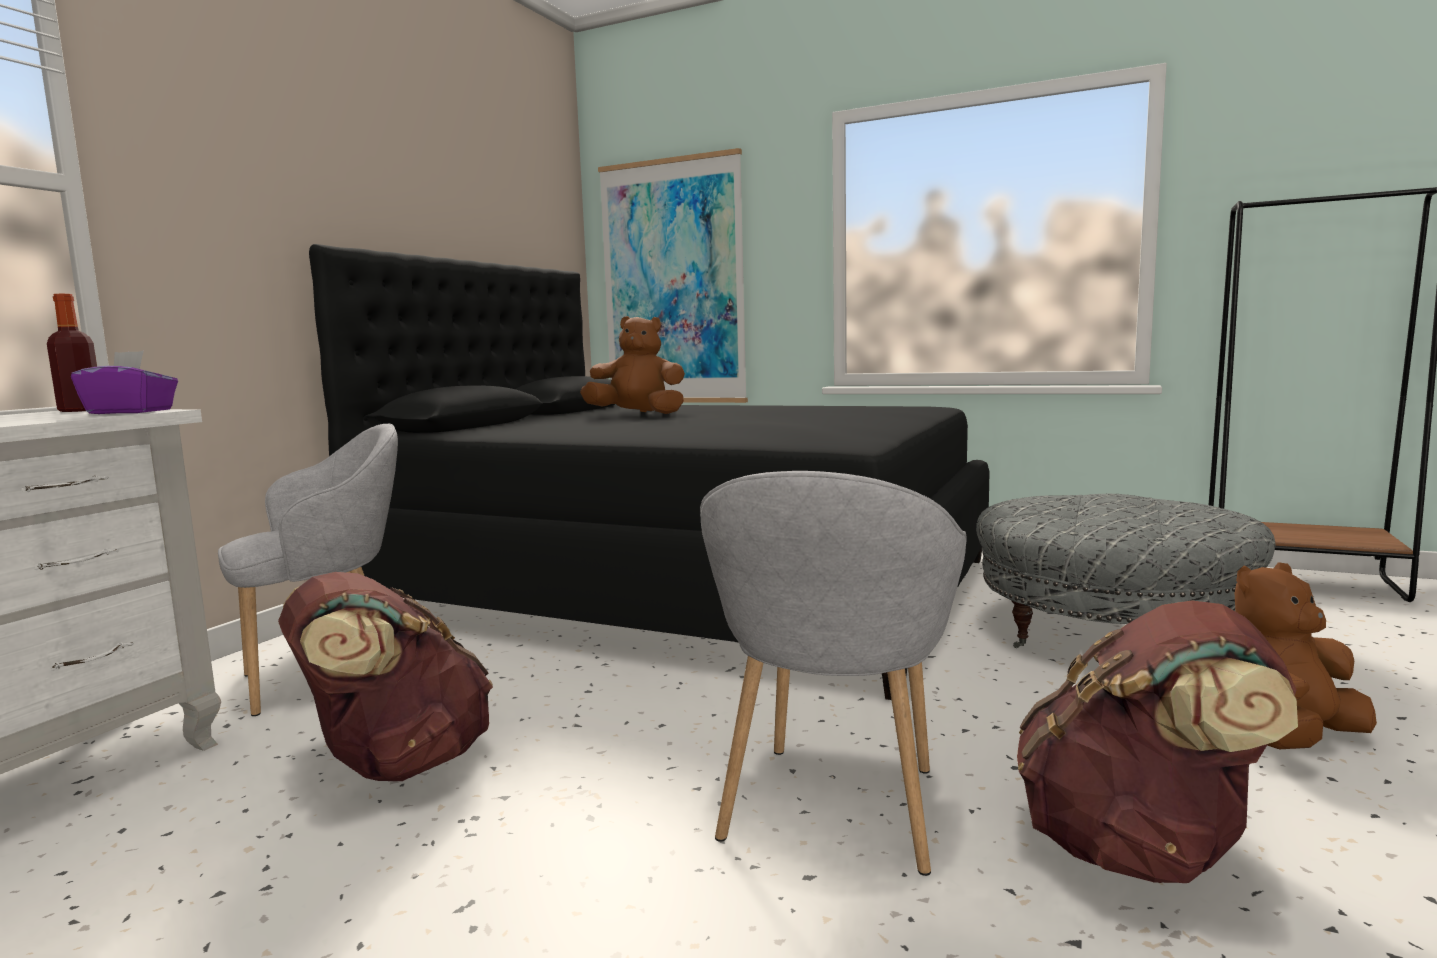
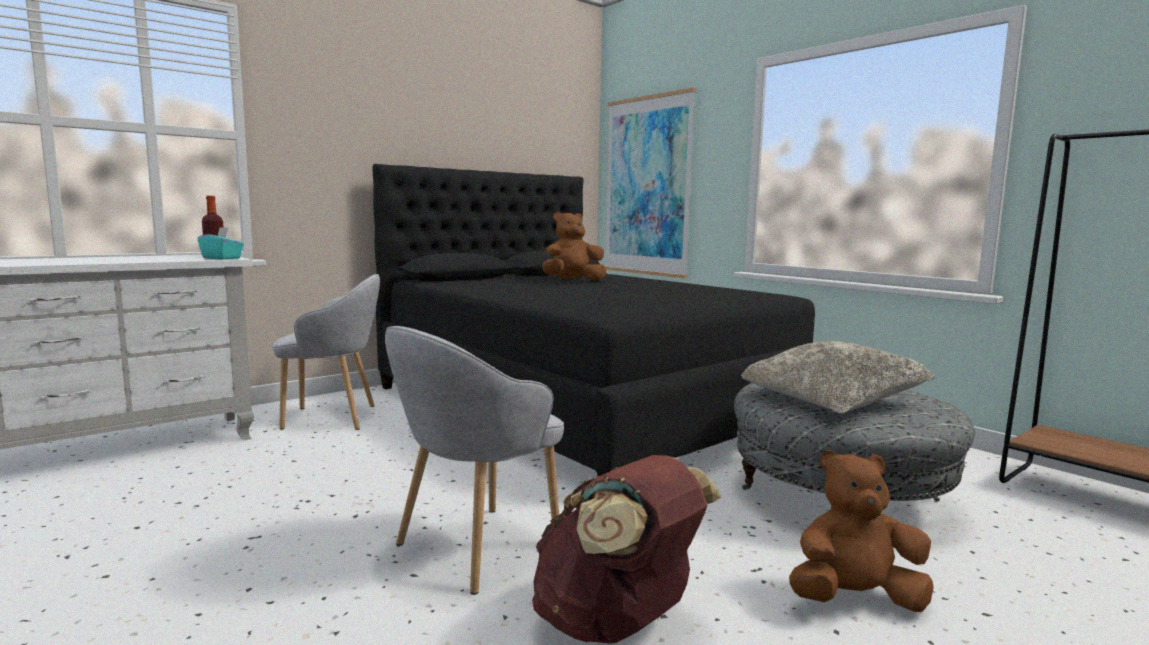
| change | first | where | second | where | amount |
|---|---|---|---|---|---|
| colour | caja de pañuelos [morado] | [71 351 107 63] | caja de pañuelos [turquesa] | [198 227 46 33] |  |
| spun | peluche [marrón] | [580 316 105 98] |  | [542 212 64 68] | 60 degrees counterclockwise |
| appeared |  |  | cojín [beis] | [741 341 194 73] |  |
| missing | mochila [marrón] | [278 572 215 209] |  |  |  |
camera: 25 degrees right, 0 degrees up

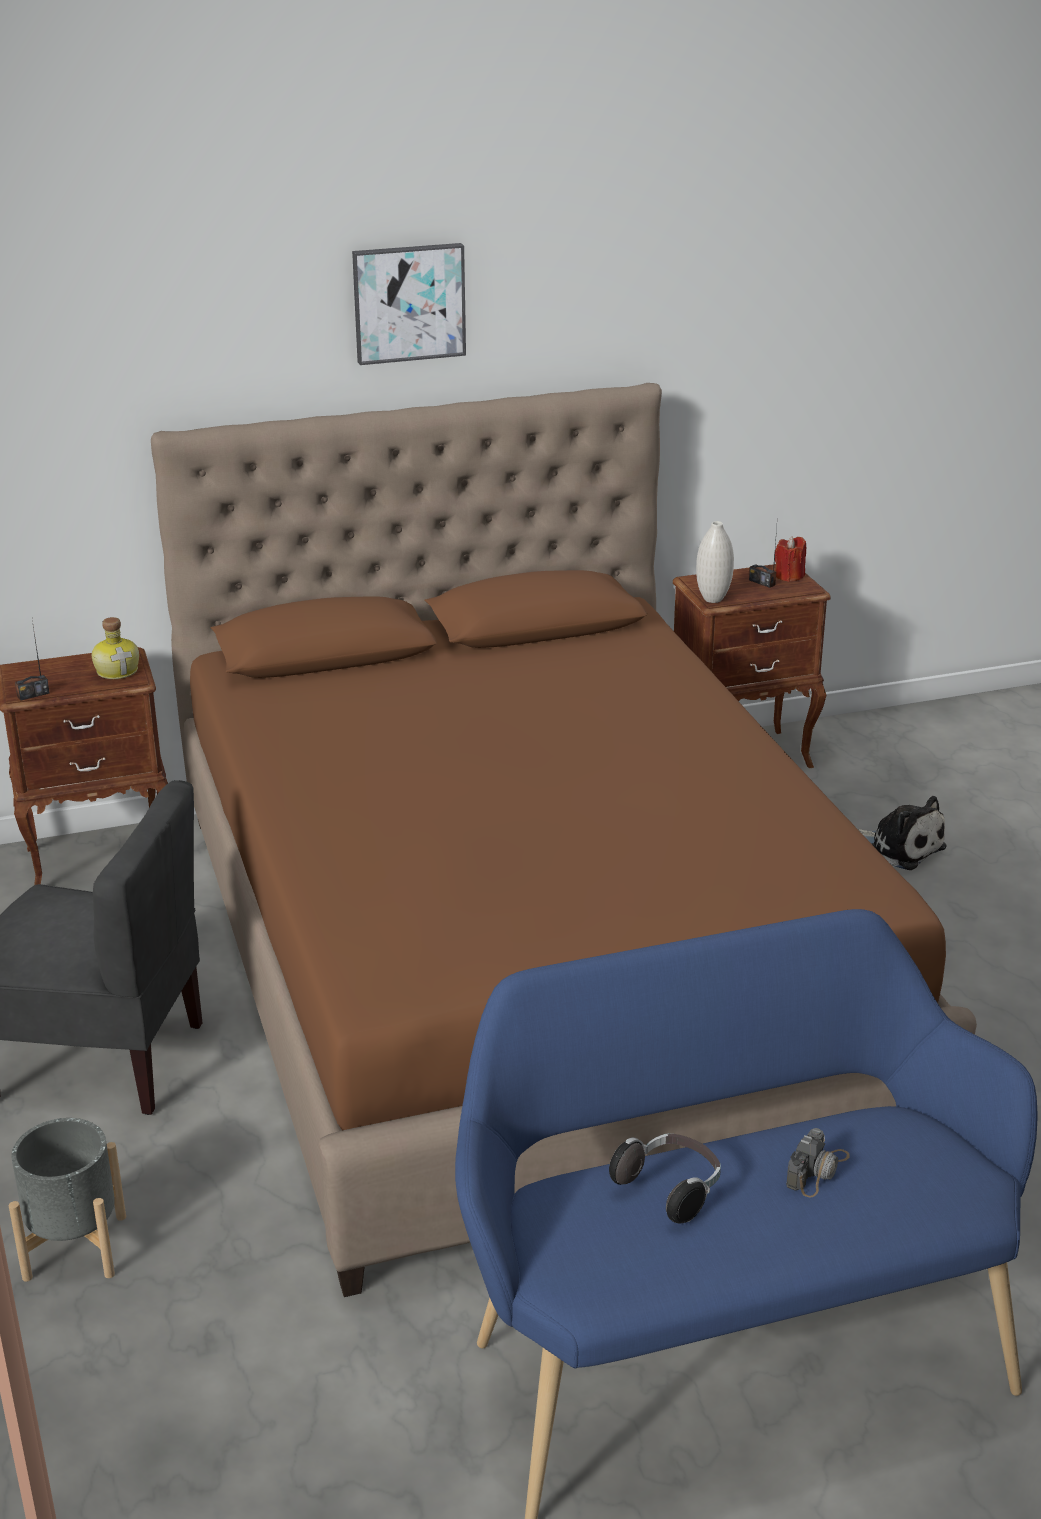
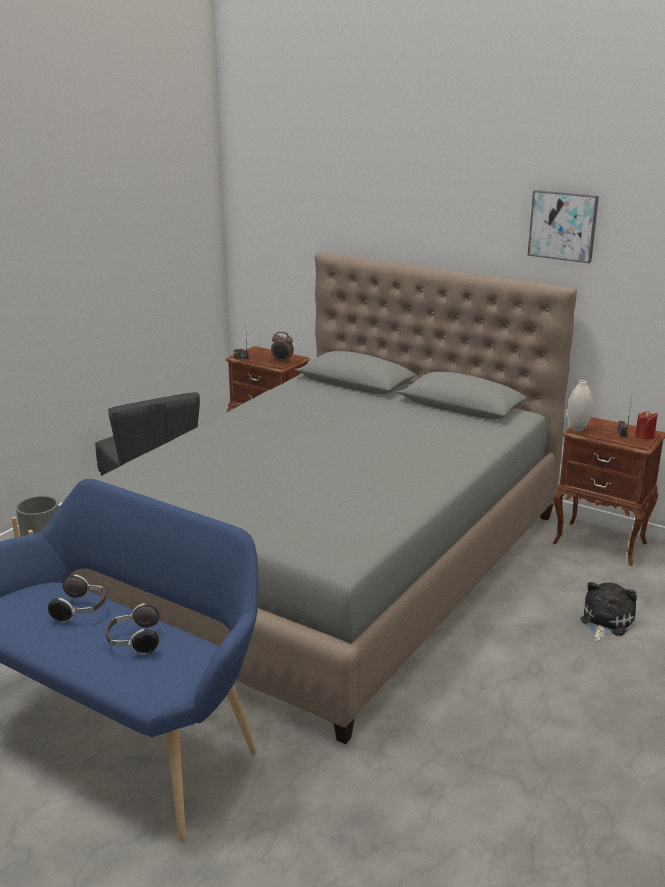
| change | first | where | second | where | amount |
|---|---|---|---|---|---|
| colour | cama [marrón] | [151 383 826 914] | cama [gris] | [69 252 508 492] |  |
| exchanged | cámara | [786 1128 63 69] | auriculares | [105 603 54 52] |  |
| exchanged | botella | [92 617 47 62] | despertador | [271 332 23 31] |  |
| relocated | cuadro | [352 243 114 122] |  | [528 190 71 73] |  |
| spun | peluche | [858 796 89 74] |  | [581 582 56 60] | 150 degrees counterclockwise |
camera: 50 degrees right, 5 degrees down

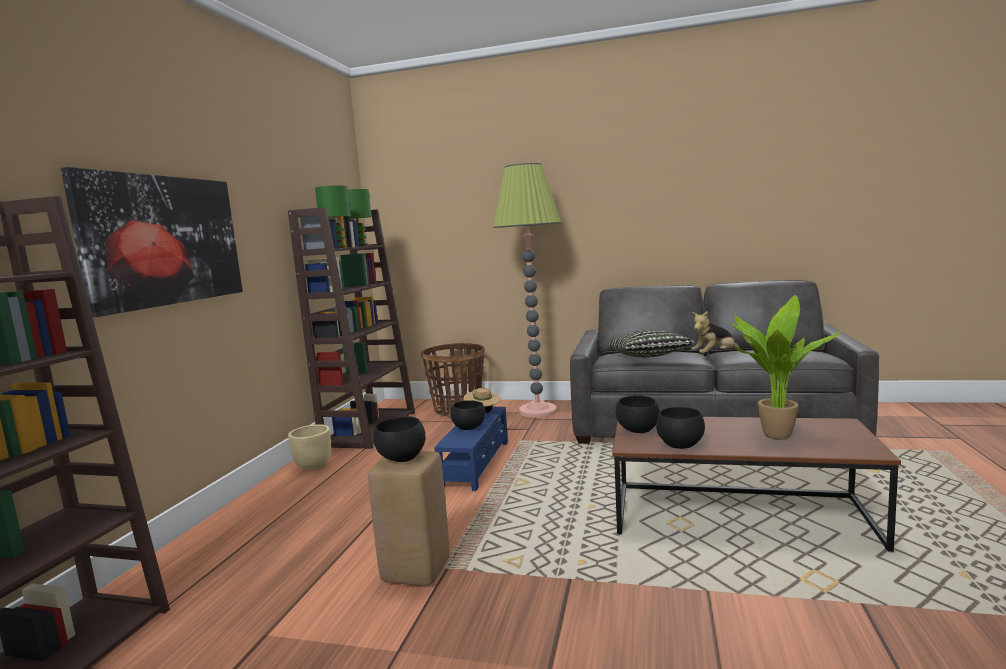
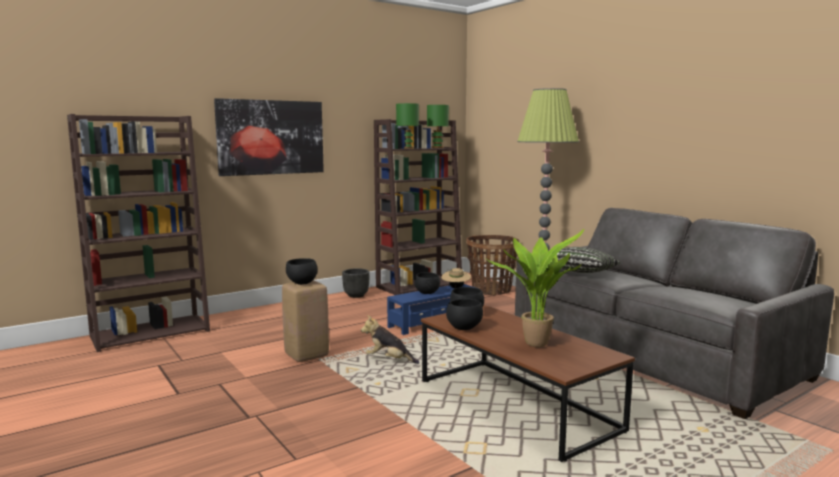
| change | first | where | second | where | amount |
|---|---|---|---|---|---|
| colour | maceta [beis] | [288 424 43 46] | maceta [negro] | [342 268 28 30] |  |
| relocated | peluche | [691 311 49 42] |  | [361 315 59 49] |  |
camera: 40 degrees right, 0 degrees up

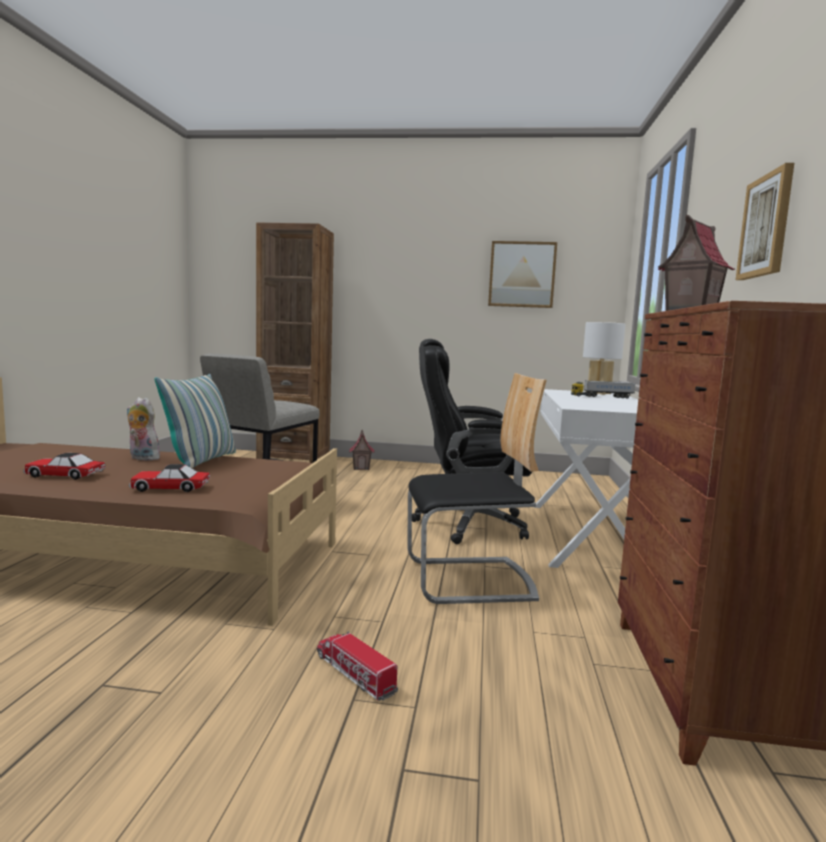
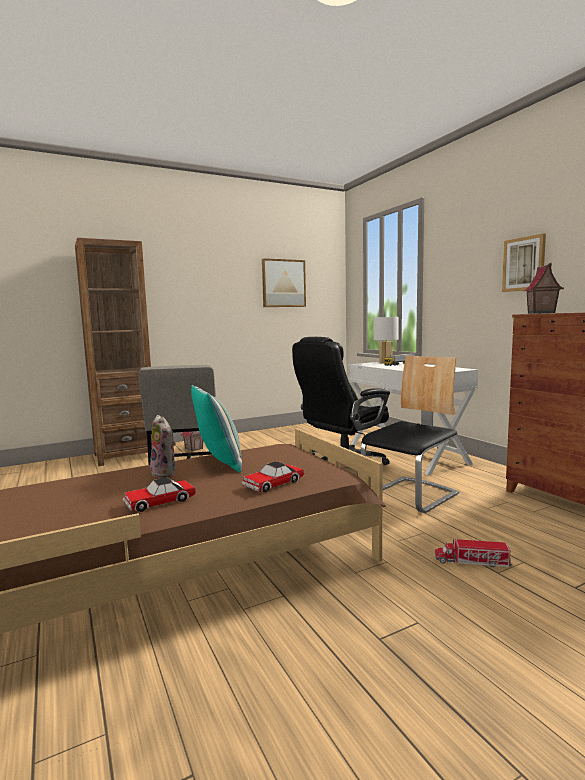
| change | first | where | second | where | amount |
|---|---|---|---|---|---|
| spun | peluche | [127 397 34 64] |  | [150 415 26 63] | 120 degrees counterclockwise |
camera: 35 degrees left, 0 degrees up

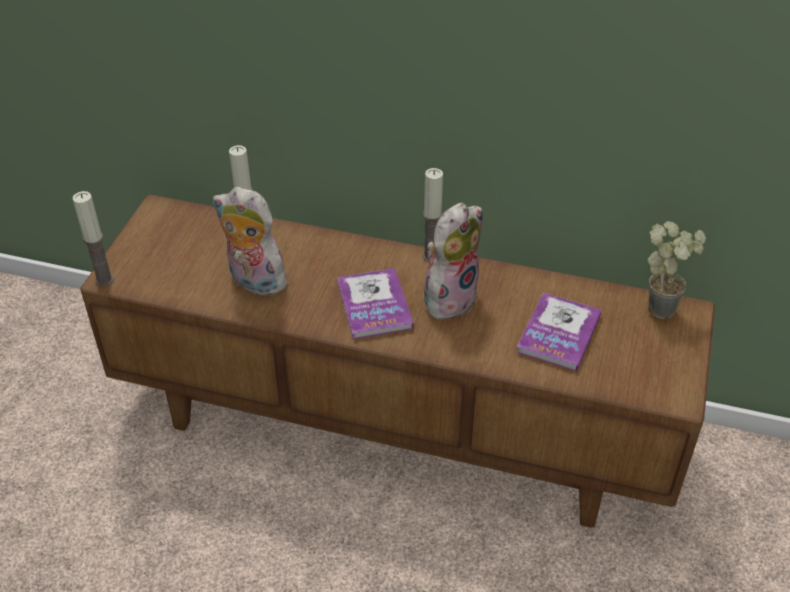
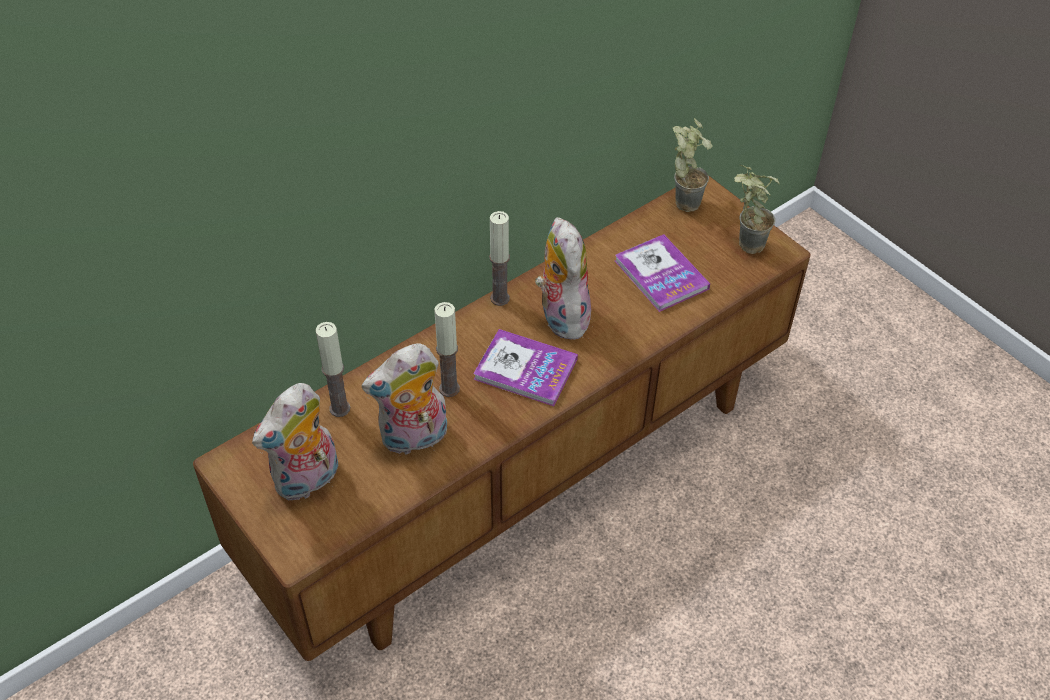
| change | first | where | second | where | amount |
|---|---|---|---|---|---|
| appeared |  |  | peluche | [252 383 87 119] |  |
| relocated | vela | [73 191 41 95] |  | [434 302 26 95] |  |
| appeared |  |  | planta en maceta | [734 164 45 90] |  |
camera: 55 degrees left, 5 degrees up

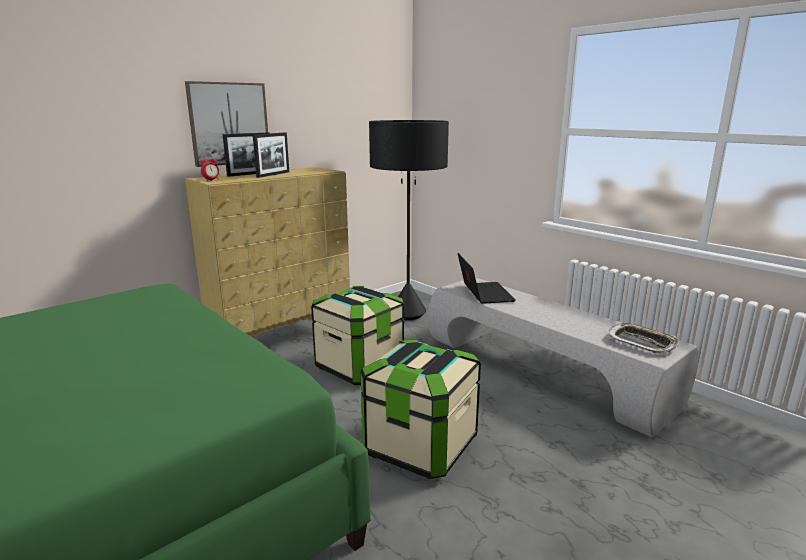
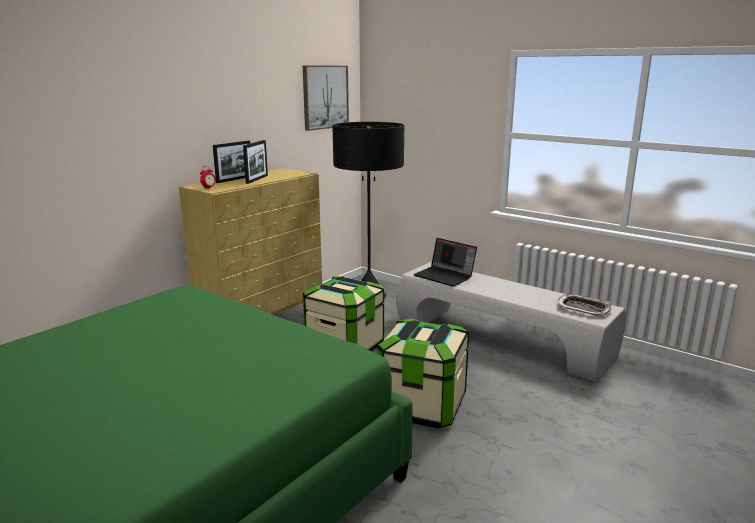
| change | first | where | second | where | amount |
|---|---|---|---|---|---|
| relocated | cuadro | [185 81 83 86] |  | [303 66 46 65] |  |
| spun | portátil | [457 253 59 51] |  | [414 238 63 49] | 150 degrees clockwise |
camera: 10 degrees left, 0 degrees up

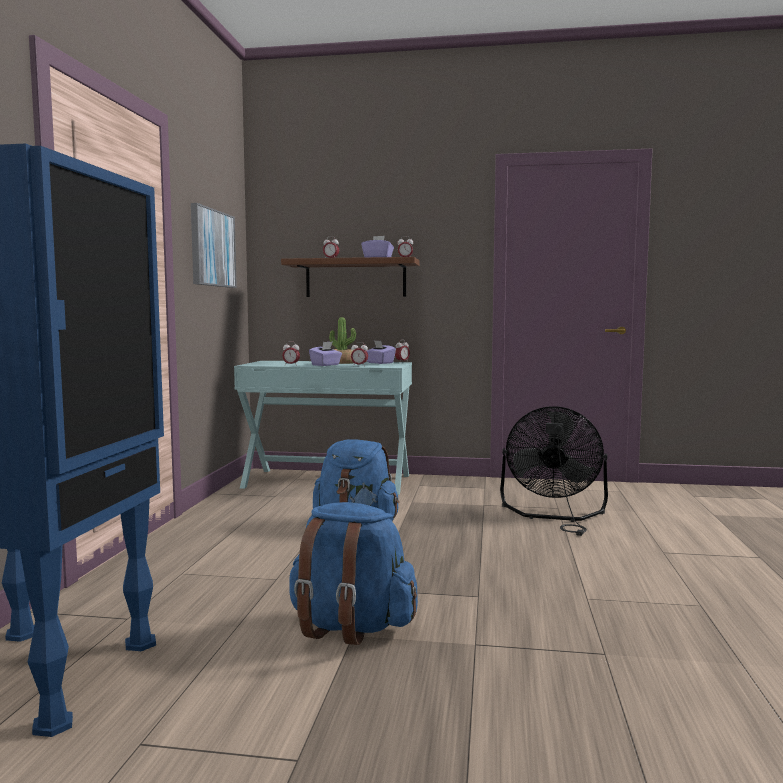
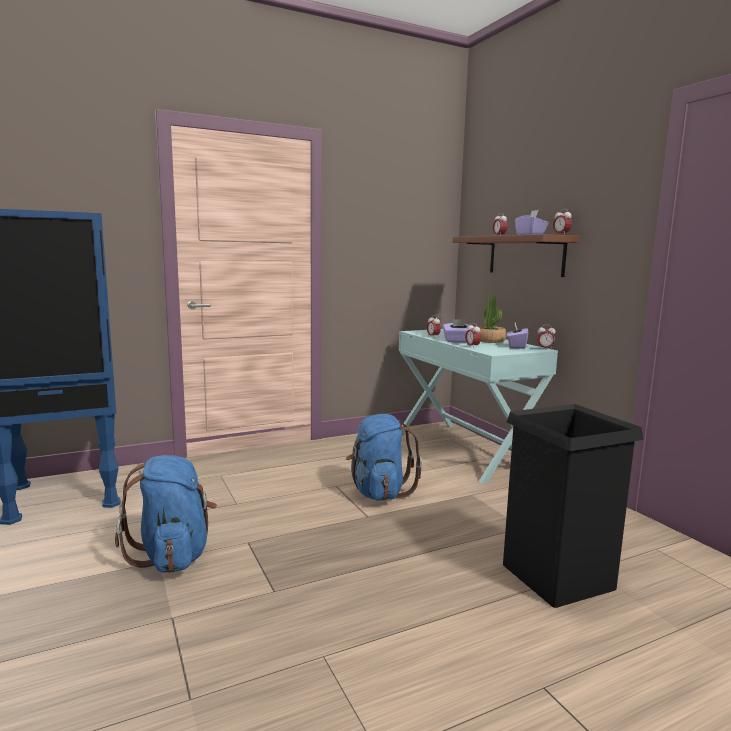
| change | first | where | second | where | amount |
|---|---|---|---|---|---|
| exchanged | ventilador [negro] | [500 406 108 130] | papelera [negro] | [503 404 140 204] |  |
| missing | cuadro | [191 203 46 85] |  |  |  |
camera: 55 degrees right, 5 degrees up

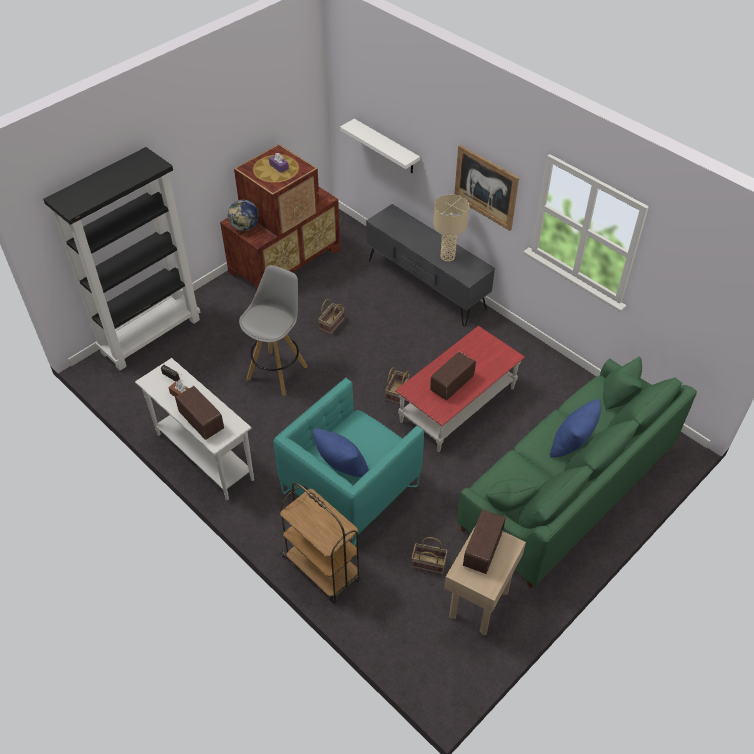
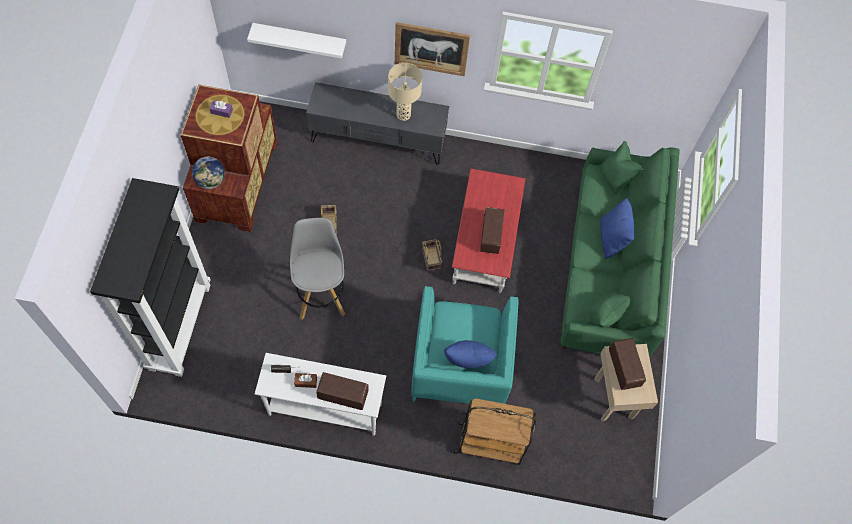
| change | first | where | second | where | amount |
|---|---|---|---|---|---|
| missing | cesta | [412 537 35 37] |  |  |  |
camera: 40 degrees left, 15 degrees up

